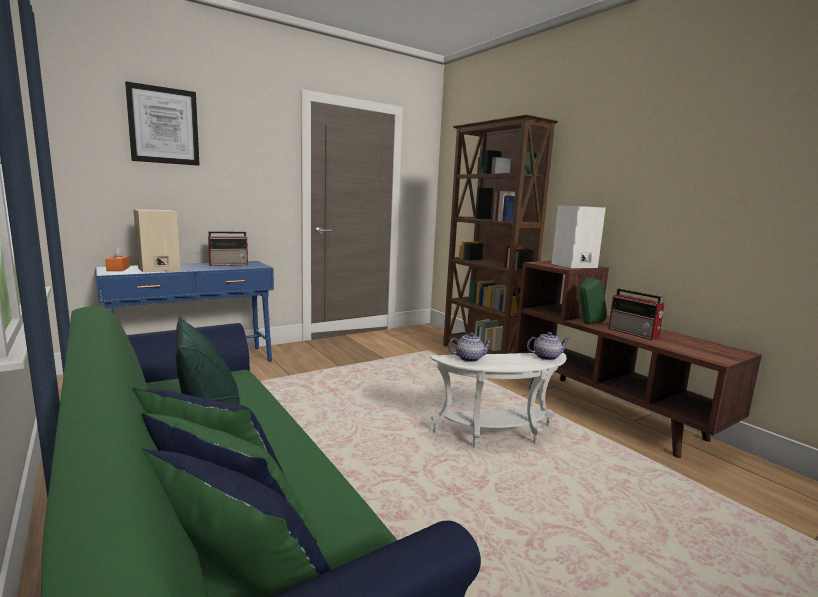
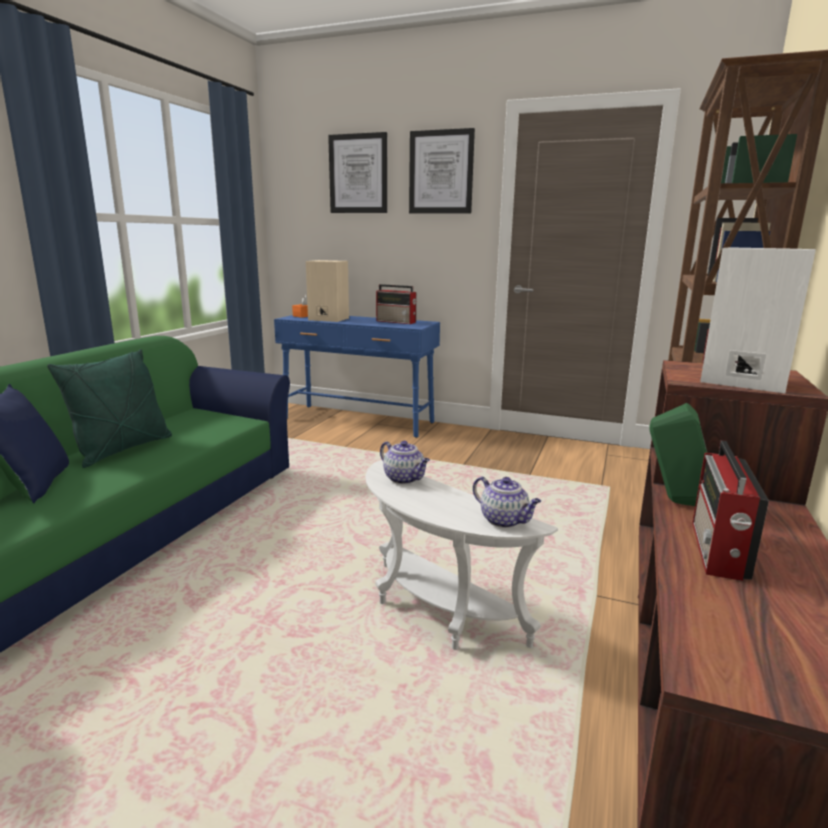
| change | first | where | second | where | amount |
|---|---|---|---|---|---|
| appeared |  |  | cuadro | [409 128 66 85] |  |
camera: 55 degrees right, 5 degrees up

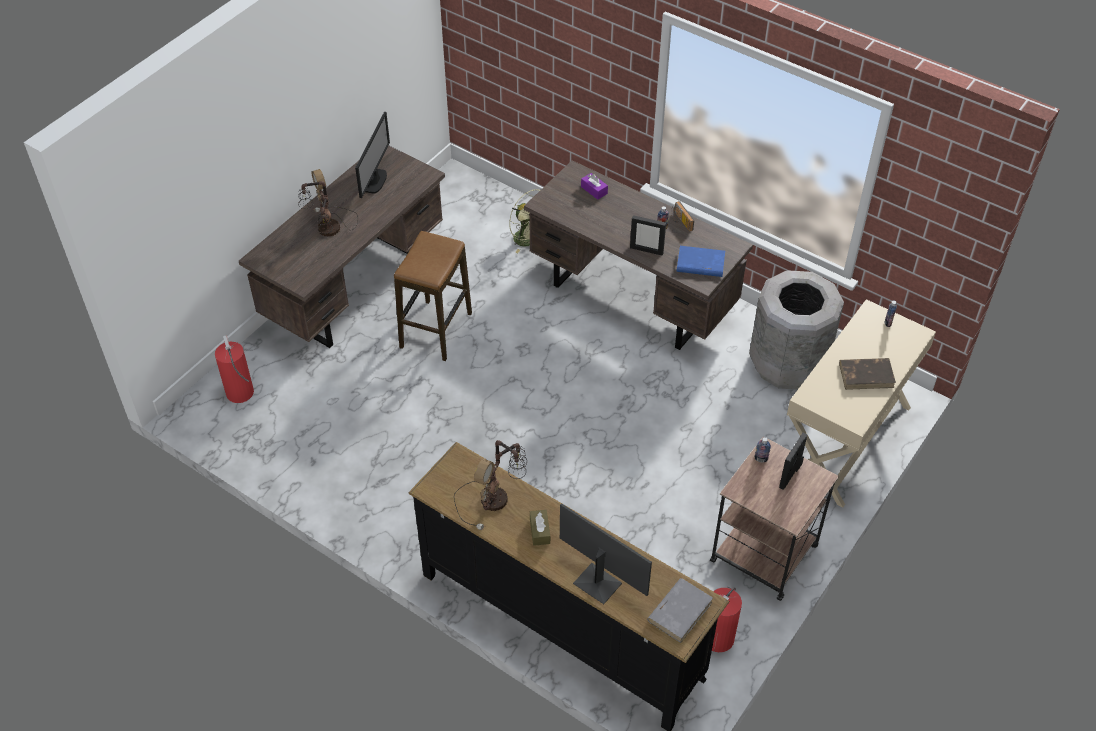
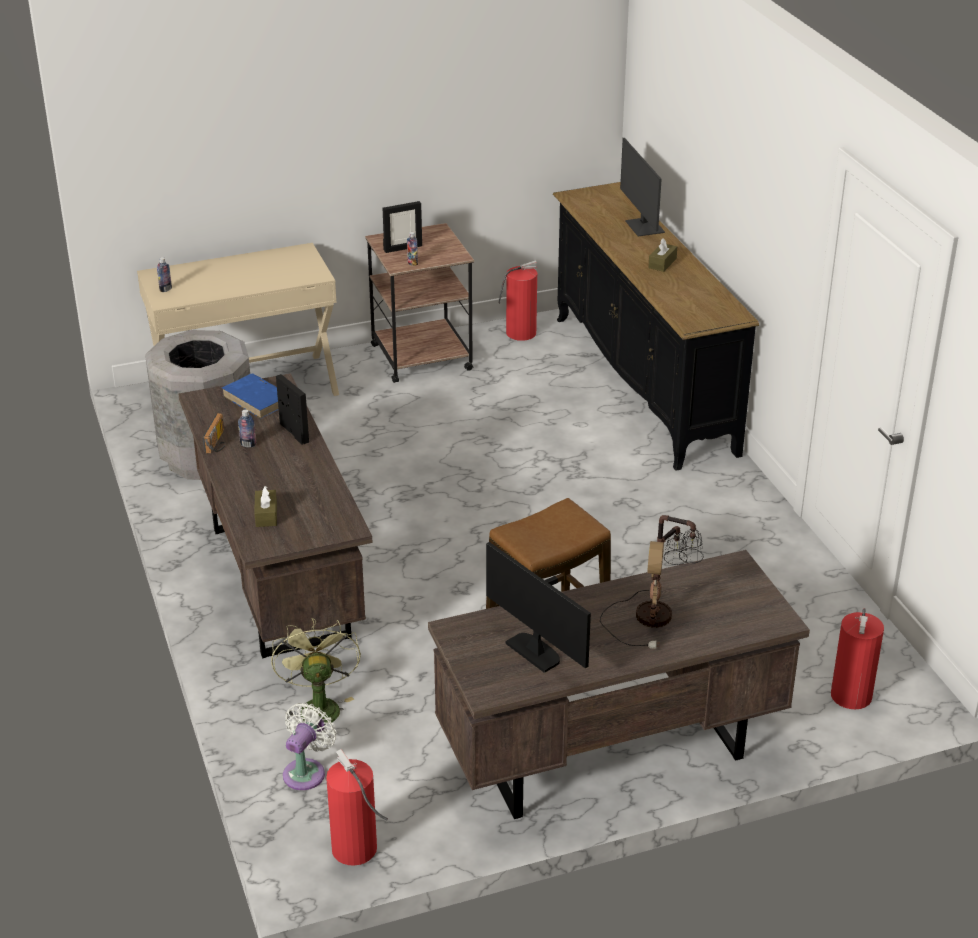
| change | first | where | second | where | amount |
|---|---|---|---|---|---|
| colour | caja de pañuelos [morado] | [581 173 27 27] | caja de pañuelos [marrón] | [254 486 23 41] |  |
| appeared |  |  | ventilador [blanco] | [283 703 53 87] |  |
| appeared |  |  | extintor | [326 749 62 117] |  |
| spun | monitor | [355 112 35 86] |  | [486 542 105 131] | 90 degrees clockwise |
| missing | lámpara de mesa | [454 440 73 90] |  |  |  |
| missing | libro [gris] | [647 578 66 65] |  |  |  |
| missing | libro [marrón] | [839 358 57 32] |  |  |  |
camera: 145 degrees left, 15 degrees down

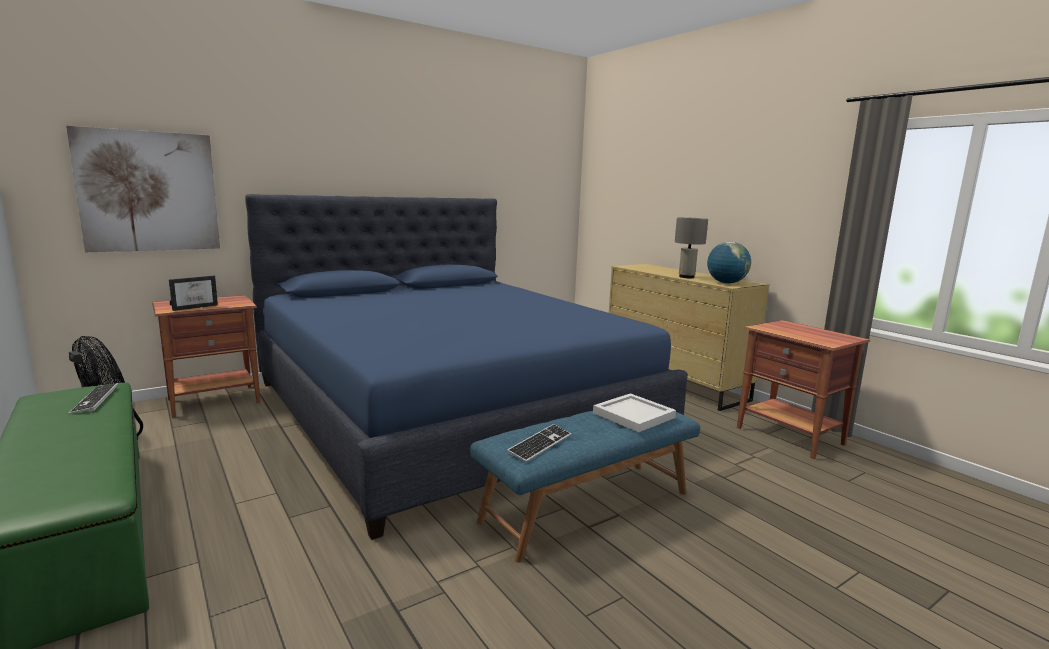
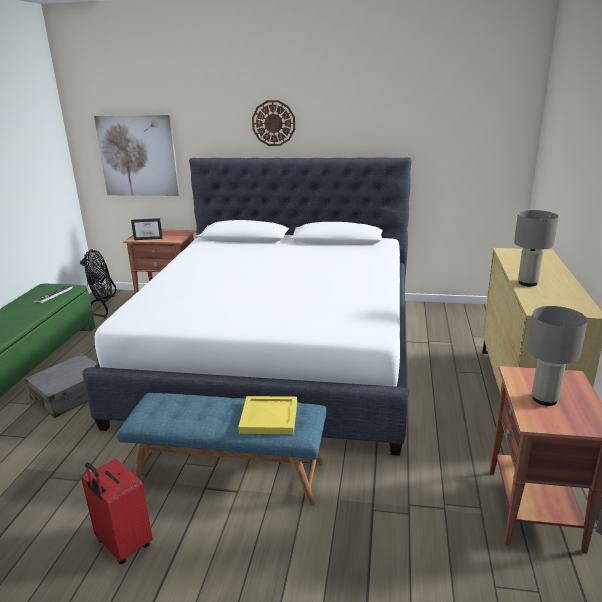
| change | first | where | second | where | amount |
|---|---|---|---|---|---|
| appeared |  |  | maleta [gris] | [25 353 73 65] |  |
| appeared |  |  | maleta [rojo] | [81 459 72 105] |  |
| colour | cama [azul] | [245 194 443 346] | cama [blanco] | [82 157 330 299] |  |
| colour | bandeja [blanco] | [593 393 83 39] | bandeja [amarillo] | [238 396 59 38] |  |
| appeared |  |  | reloj de pared | [252 100 43 46] |  |
| appeared |  |  | lámpara de mesa [gris] | [527 306 60 100] |  |
| missing | teclado | [507 424 64 38] |  |  |  |
| missing | globo terráqueo | [707 242 44 42] |  |  |  |
camera: 45 degrees right, 10 degrees up

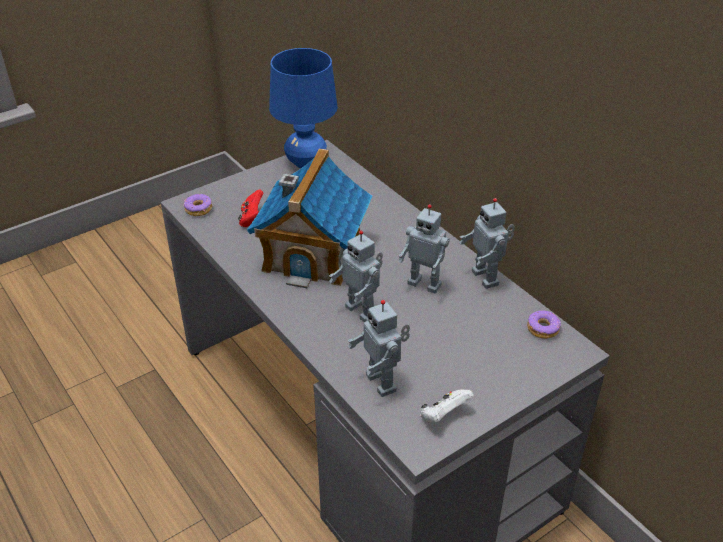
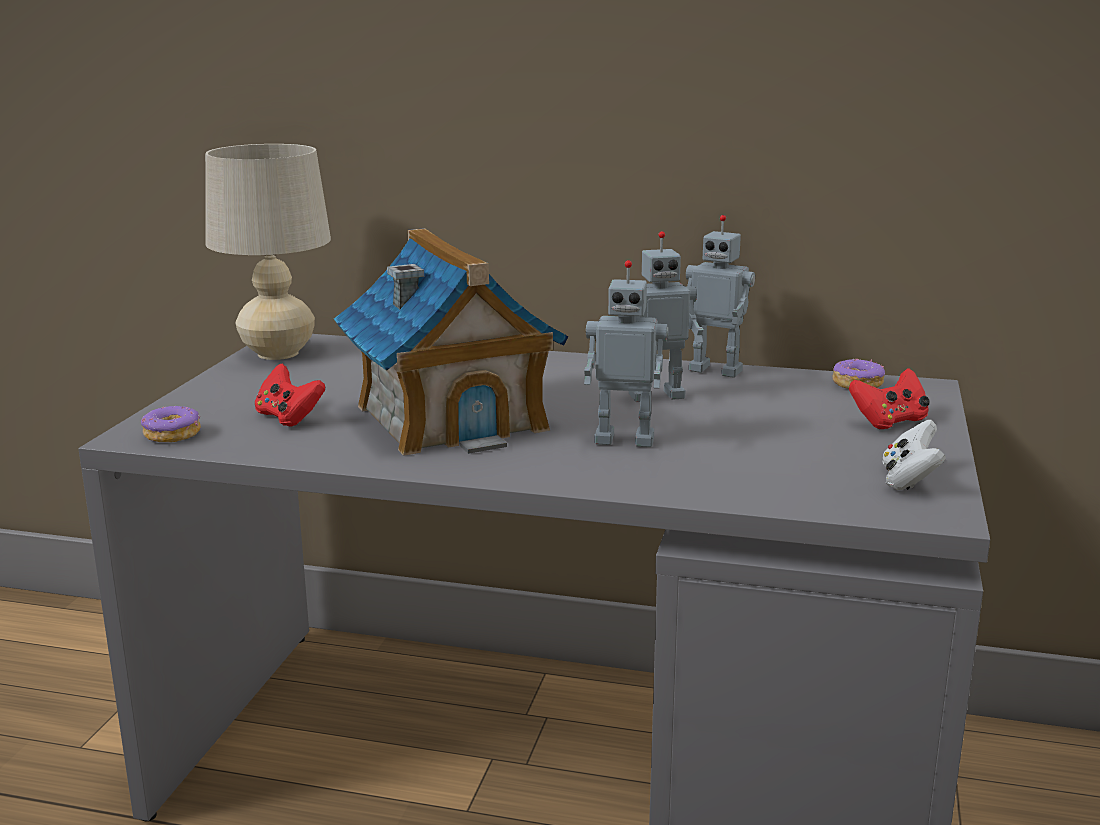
| change | first | where | second | where | amount |
|---|---|---|---|---|---|
| colour | lámpara de mesa [azul] | [269 48 69 120] | lámpara de mesa [beis] | [205 144 126 216] |  |
| appeared |  |  | mando de consola [rojo] | [849 368 81 61] |  |
| missing | robot de juguete | [348 300 62 97] |  |  |  |
camera: 40 degrees left, 20 degrees down

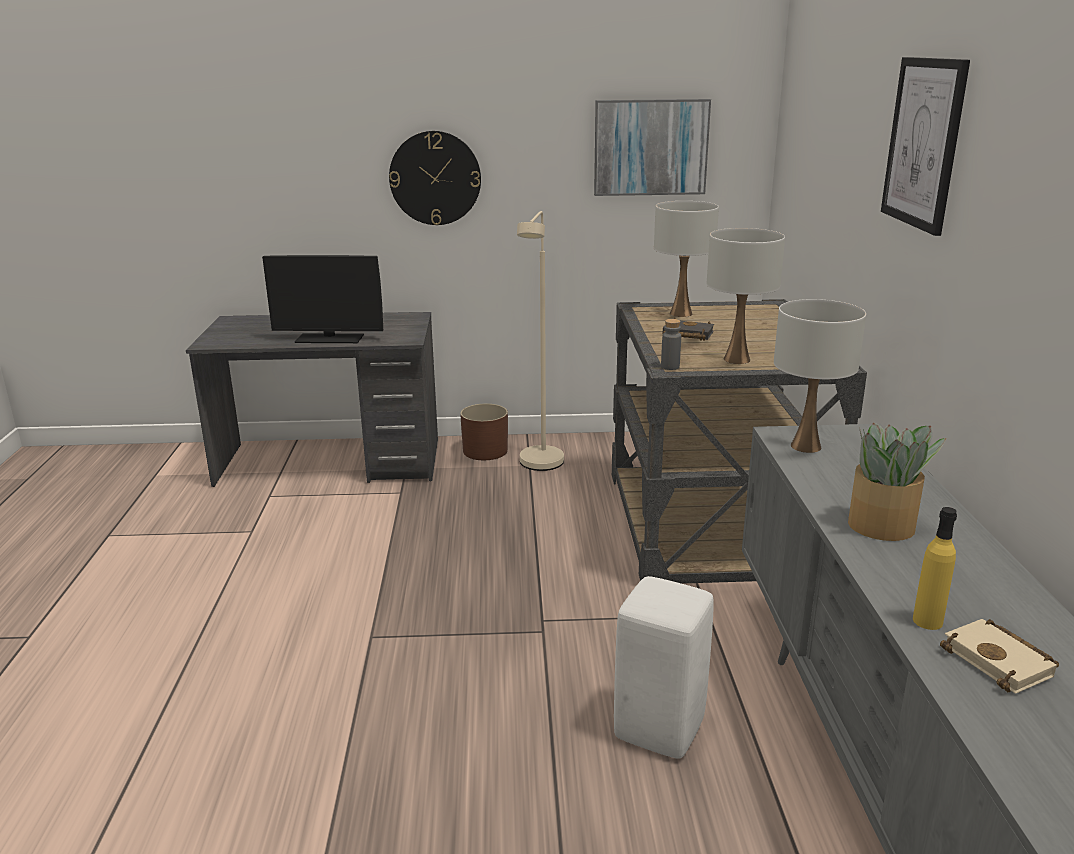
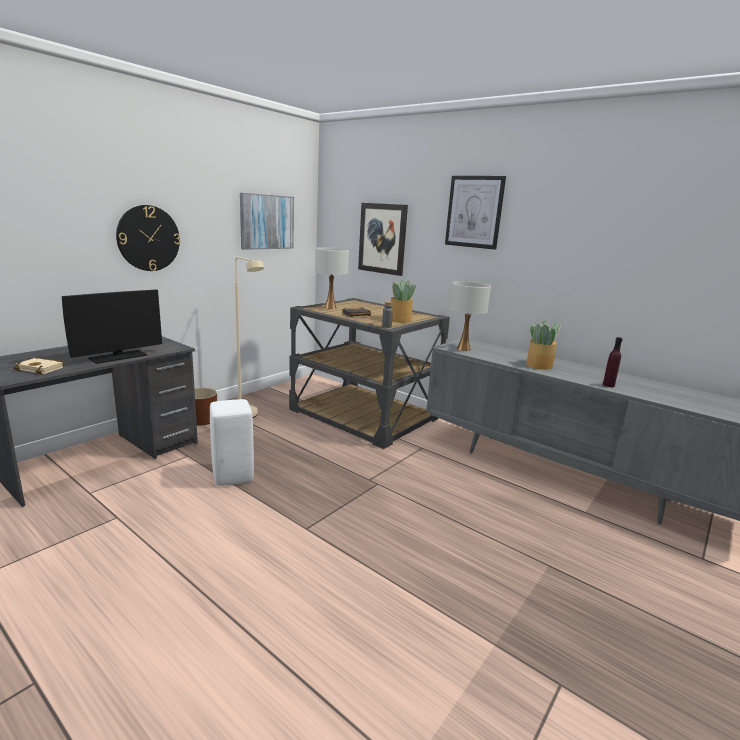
| change | first | where | second | where | amount |
|---|---|---|---|---|---|
| relocated | libro [beis] | [940 619 119 75] |  | [13 356 52 18] |  |
| relocated | taburete [blanco] | [614 576 100 183] |  | [210 399 44 87] |  |
| appeared |  |  | cuadro | [358 203 50 73] |  |
| exchanged | lámpara de mesa [blanco] | [707 228 78 136] | planta en maceta | [391 280 25 43] |  |
| colour | botella [amarillo] | [913 507 44 123] | botella [morado] | [603 337 19 50] |  |
camera: 50 degrees left, 5 degrees down

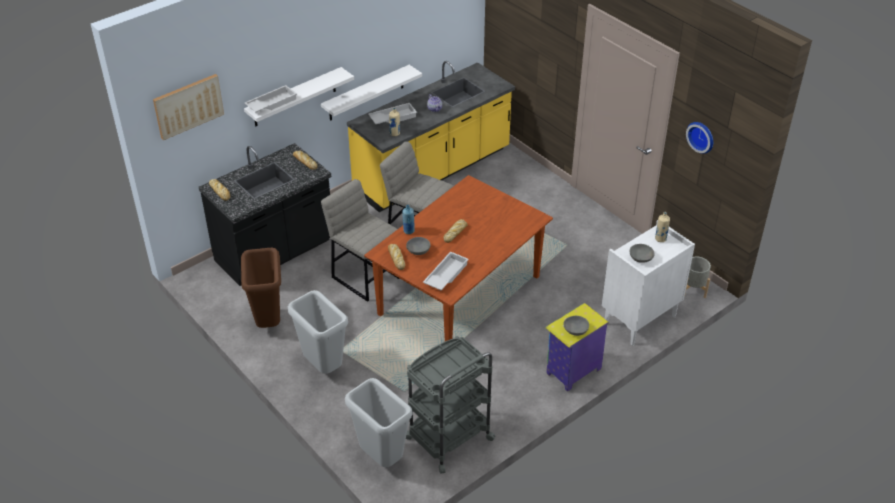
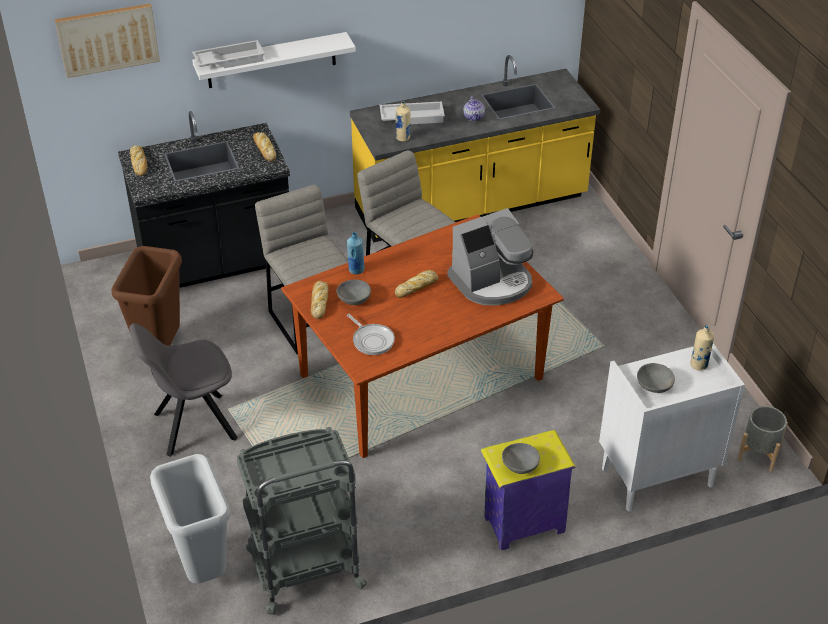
| change | first | where | second | where | amount |
|---|---|---|---|---|---|
| exchanged | papelera [gris] | [288 290 60 84] | silla [gris] | [129 323 109 134] |  |
| exchanged | bandeja [blanco] | [423 251 46 39] | sartén | [347 314 48 41] |  |
| appeared |  |  | cafetera | [447 208 86 97] |  |
| missing | estante [blanco] | [321 65 101 56] |  |  |  |
| missing | reloj de pared | [686 122 27 32] |  |  |  |
camera: 20 degrees right, 0 degrees up

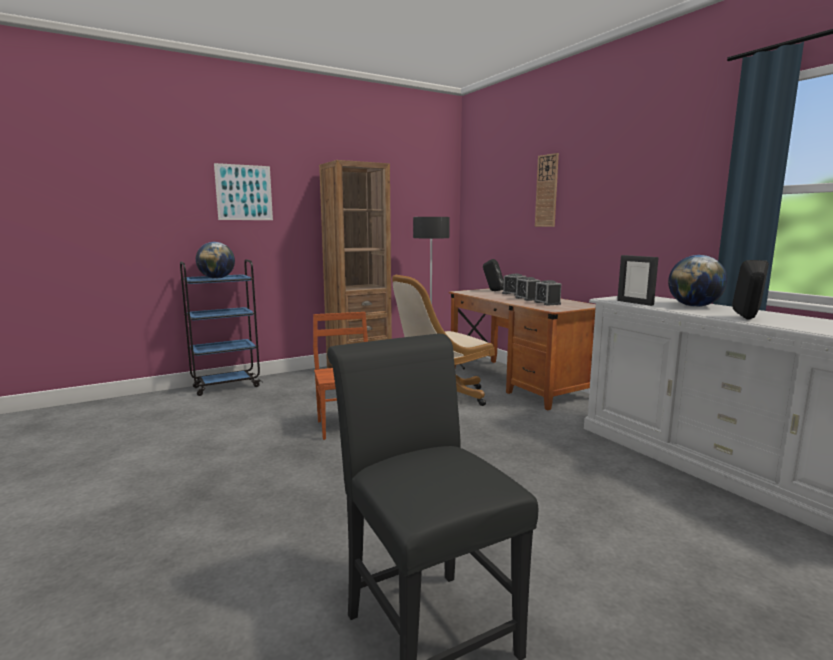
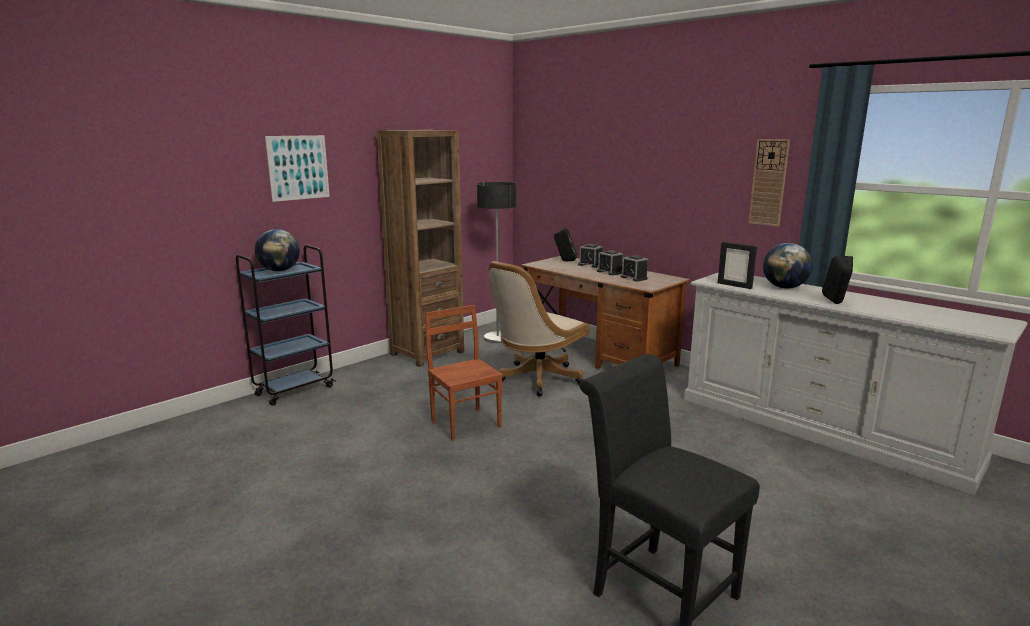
| change | first | where | second | where | amount |
|---|---|---|---|---|---|
| relocated | reloj de pared | [535 153 24 74] |  | [748 139 42 88] |  |
camera: 15 degrees left, 5 degrees up

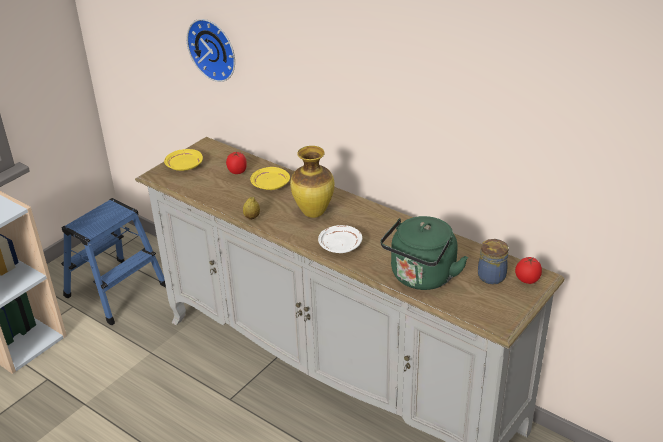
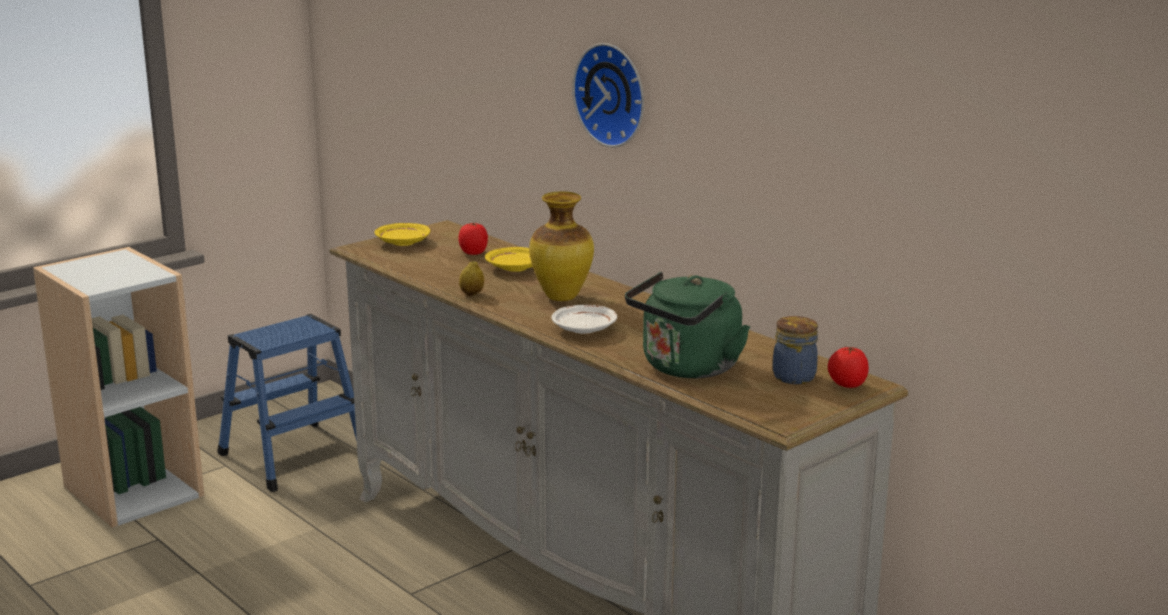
| change | first | where | second | where | amount |
|---|---|---|---|---|---|
| relocated | reloj de pared | [187 19 48 63] |  | [572 43 72 105] |  |
camera: 10 degrees right, 15 degrees down

